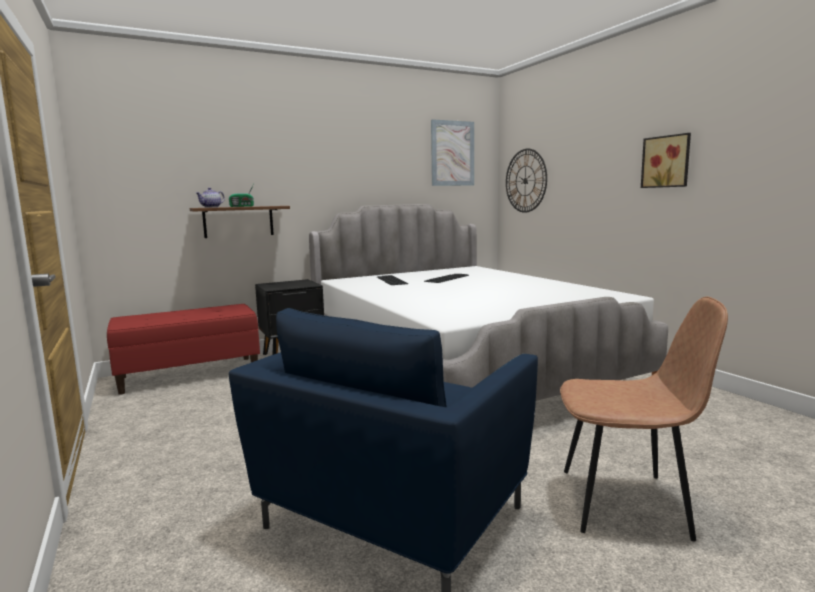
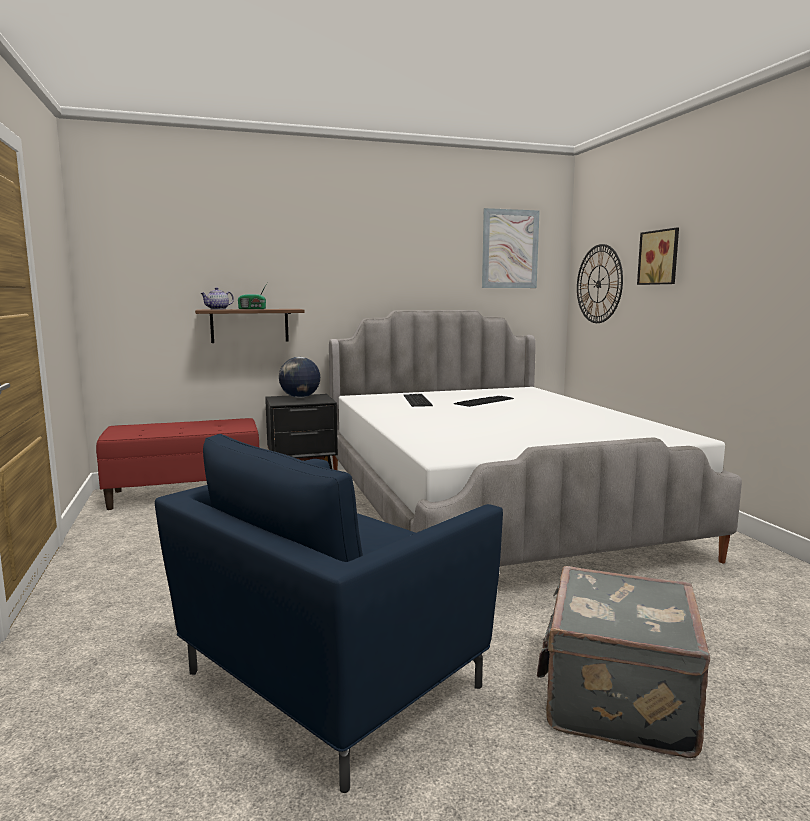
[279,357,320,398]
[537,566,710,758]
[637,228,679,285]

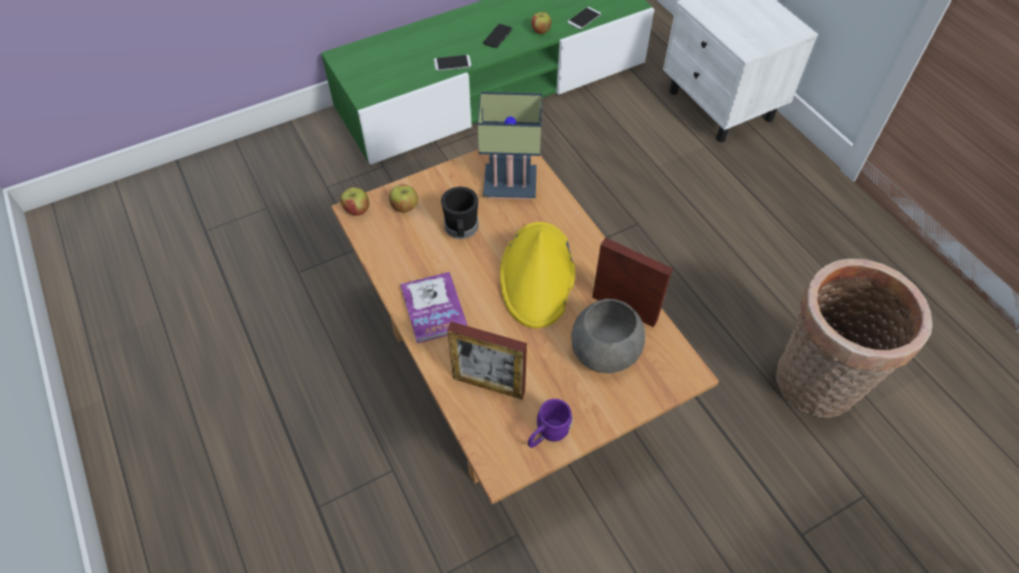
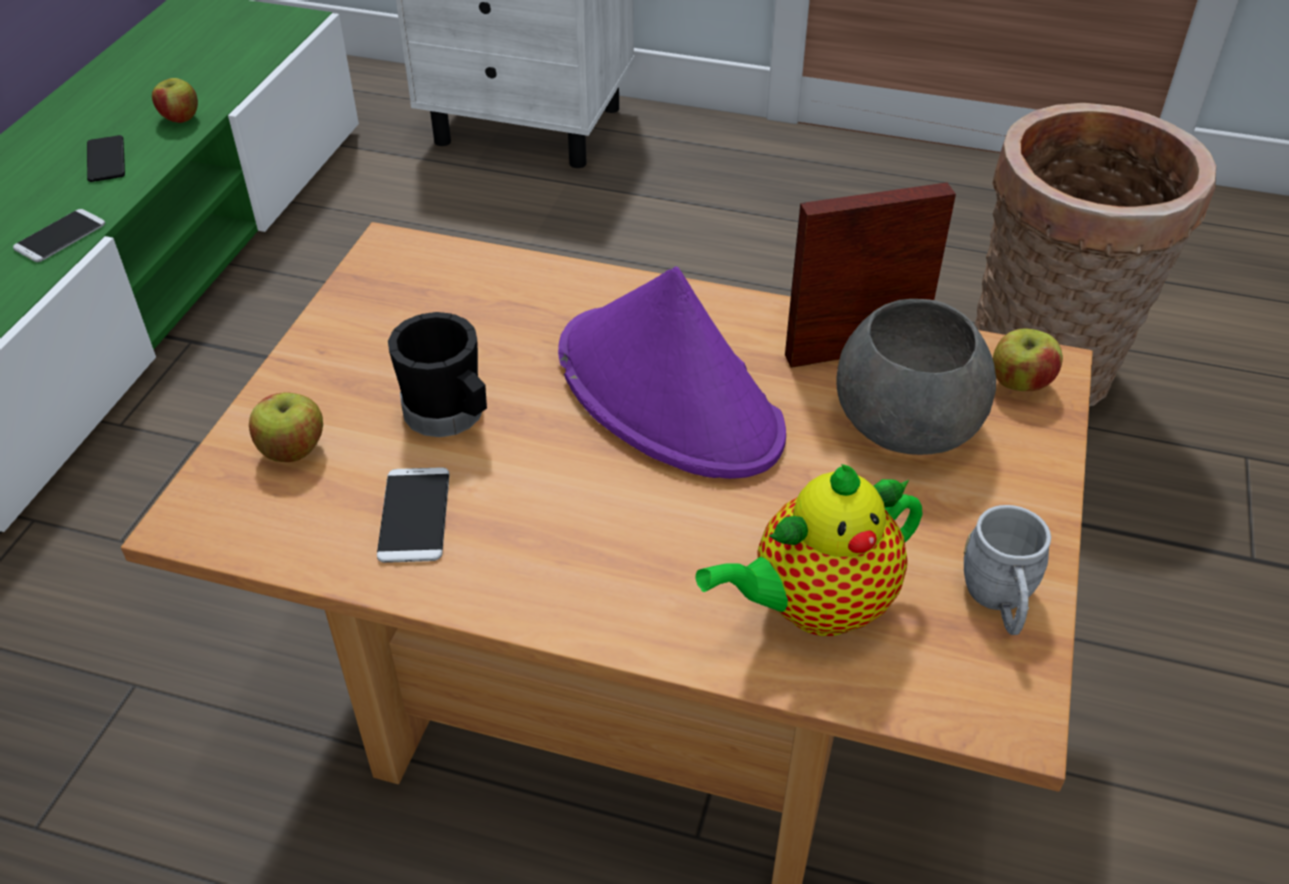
[377,467,449,563]
[558,266,786,479]
[696,464,922,636]
[964,505,1051,635]
[993,329,1063,391]
[400,272,468,344] (first image)
[477,92,542,200] (first image)

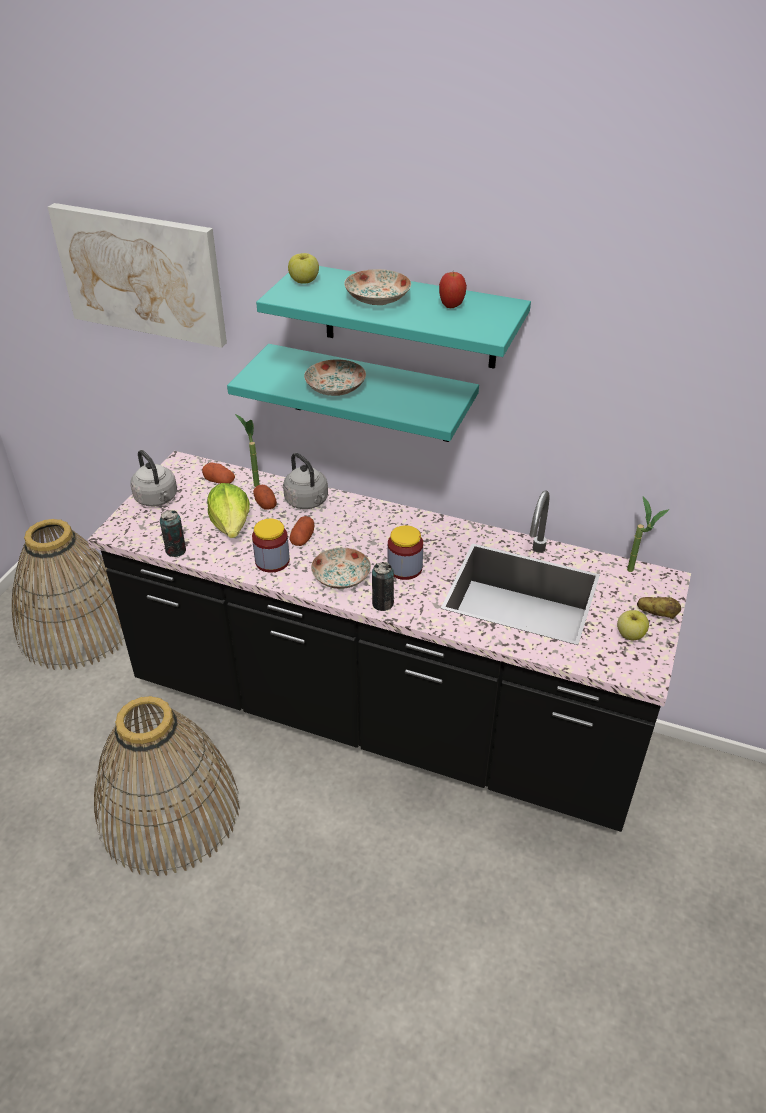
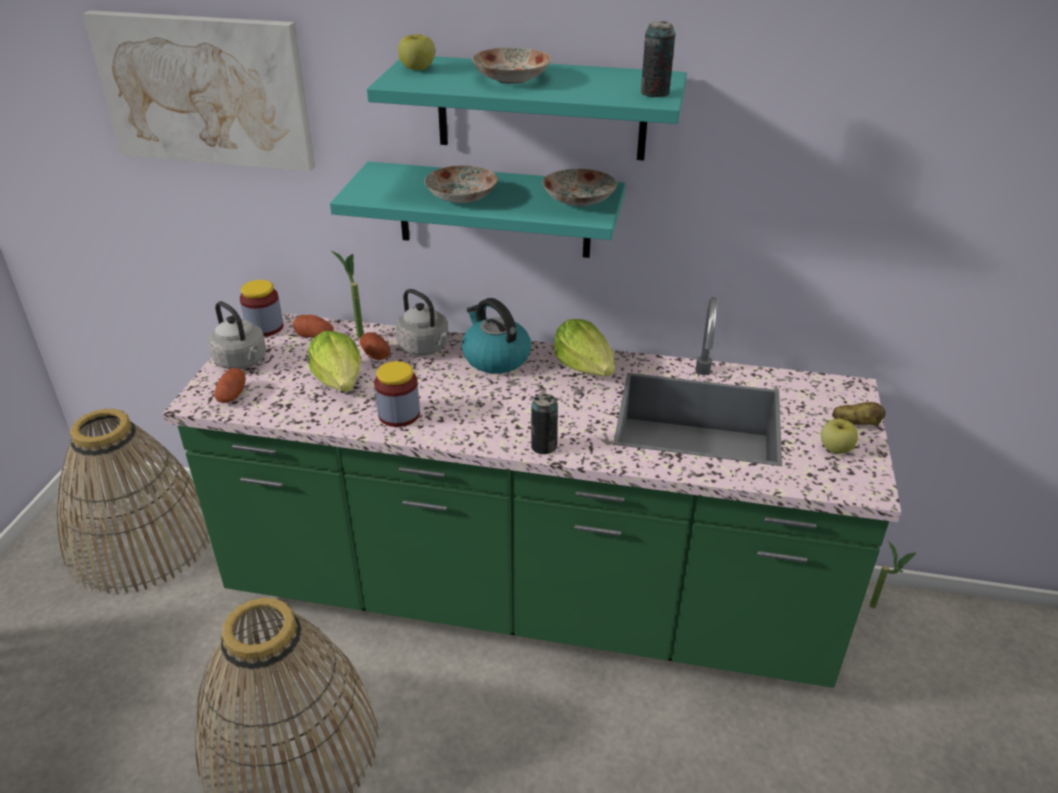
[162,297,901,688]
[214,368,246,403]
[240,280,284,337]
[462,298,531,374]
[543,169,617,207]
[554,319,615,376]
[641,21,675,97]
[870,541,917,608]
[439,272,467,308] (first image)

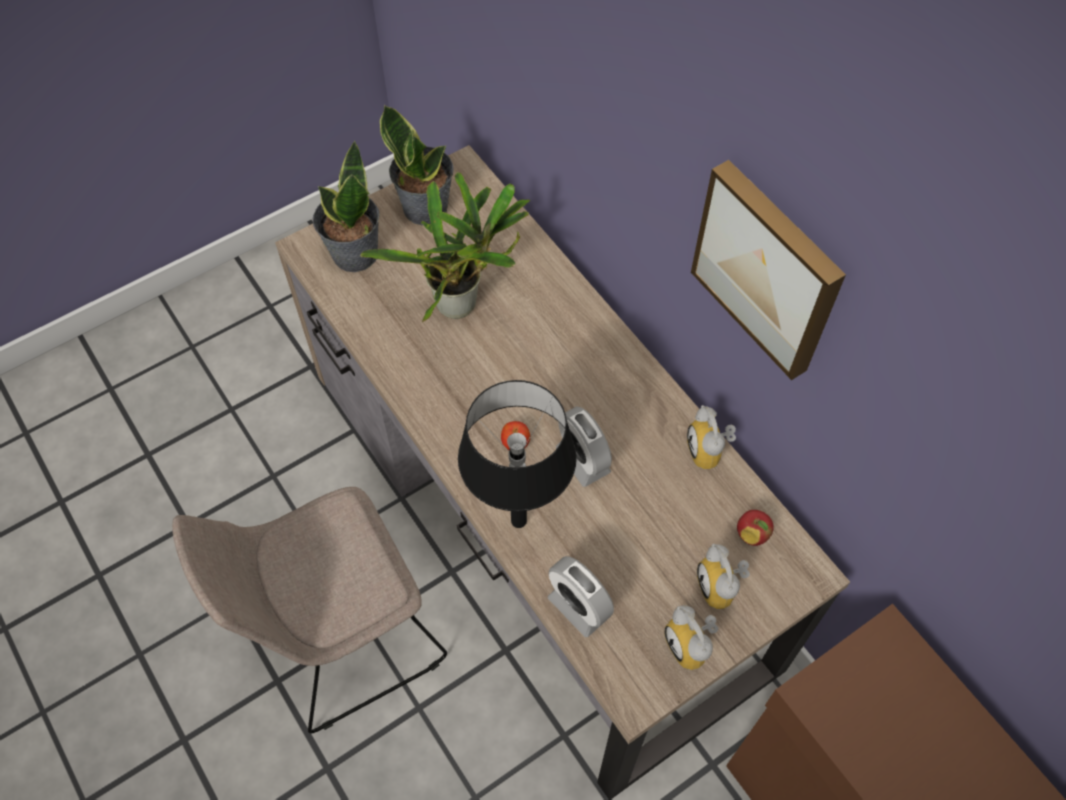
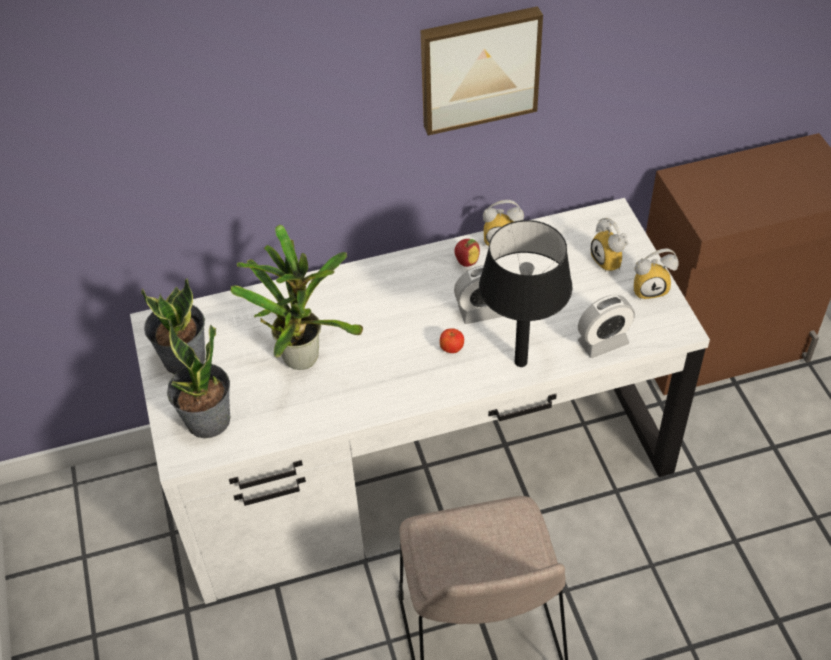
[130,198,710,604]
[454,239,480,267]
[591,218,629,272]

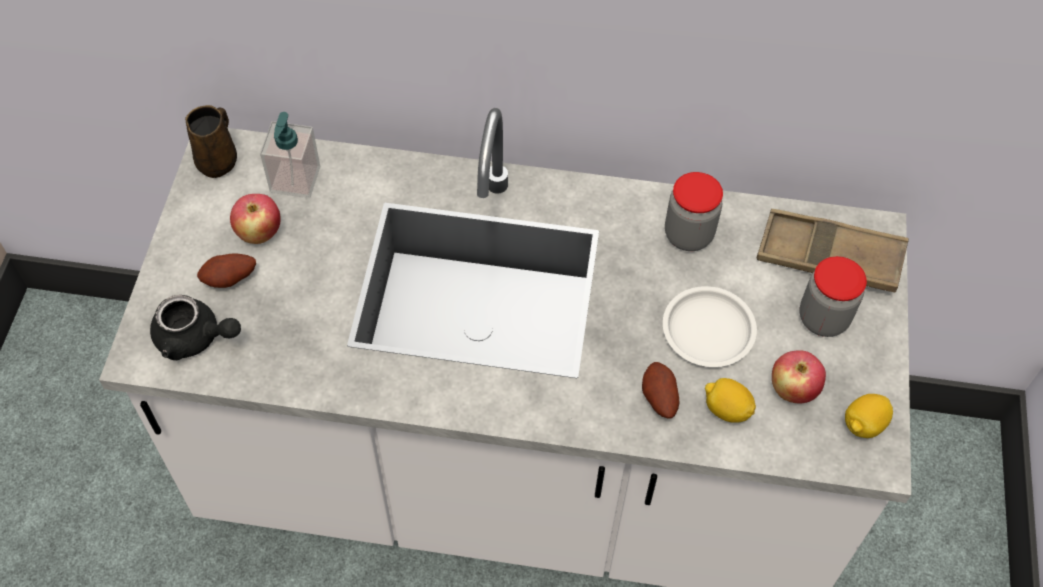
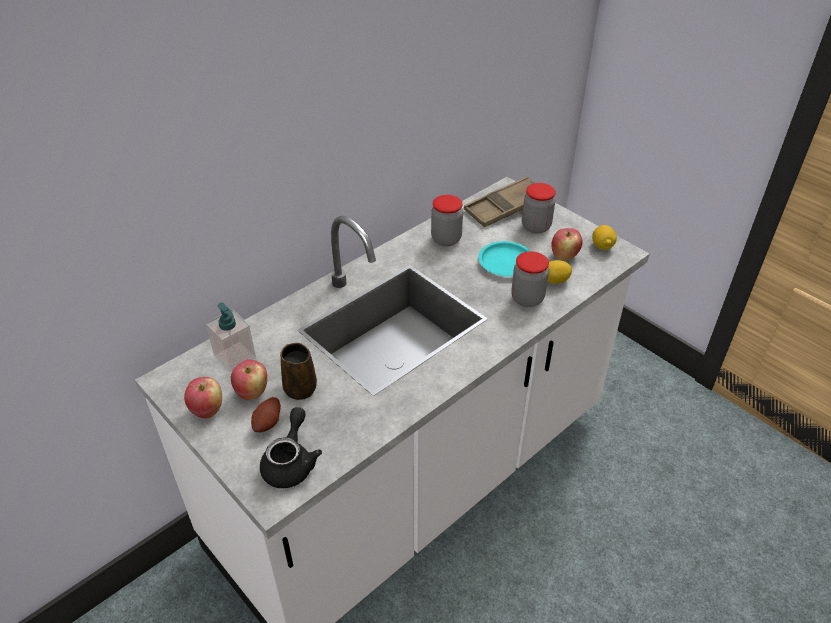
[184,377,222,418]
[260,407,322,488]
[280,343,317,400]
[478,241,530,276]
[511,251,549,307]

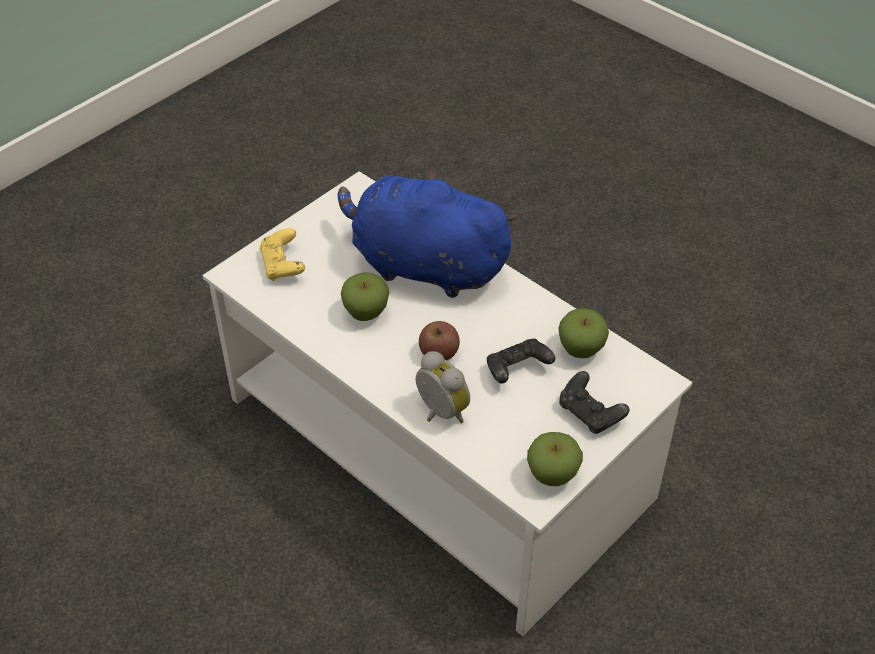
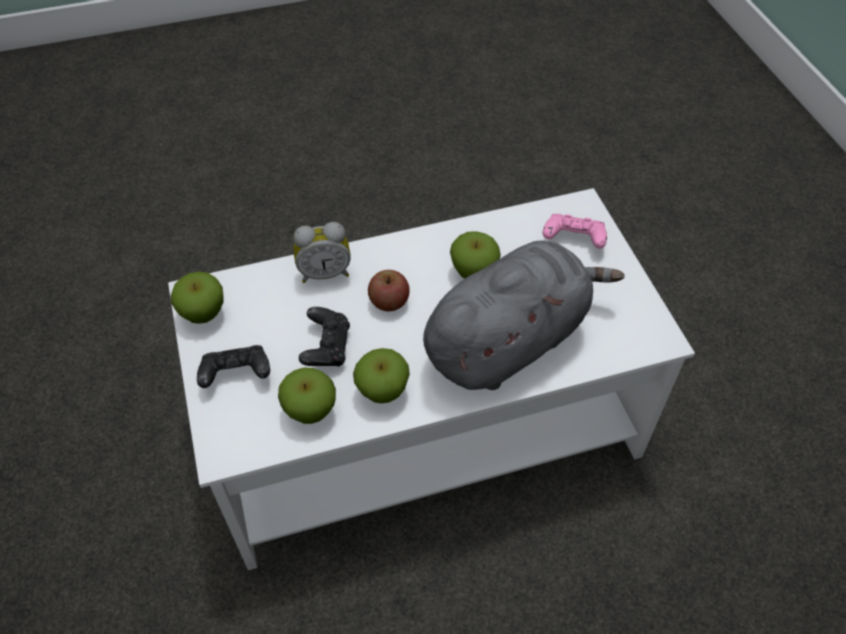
[353,348,410,403]
[423,240,625,390]
[543,214,607,248]

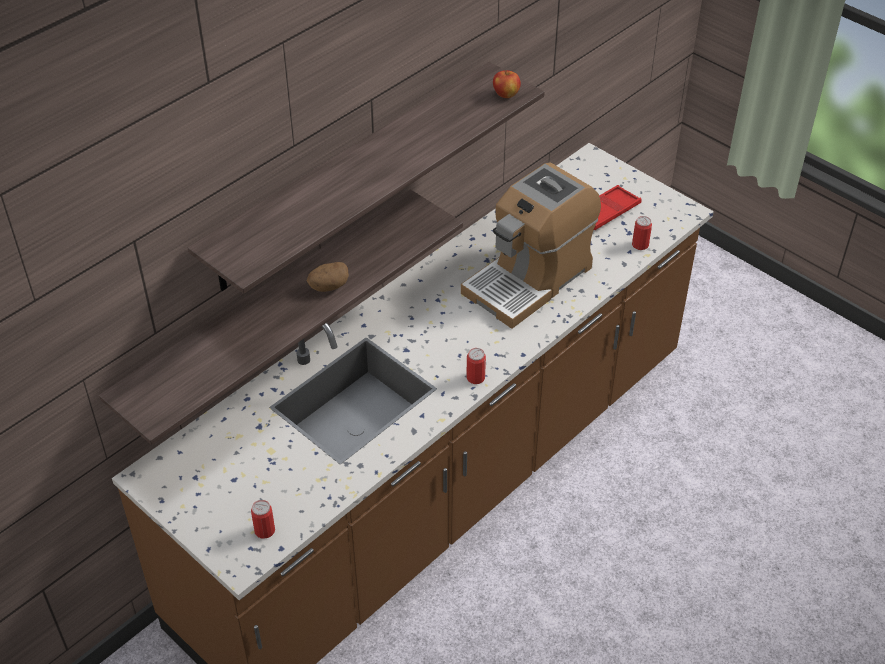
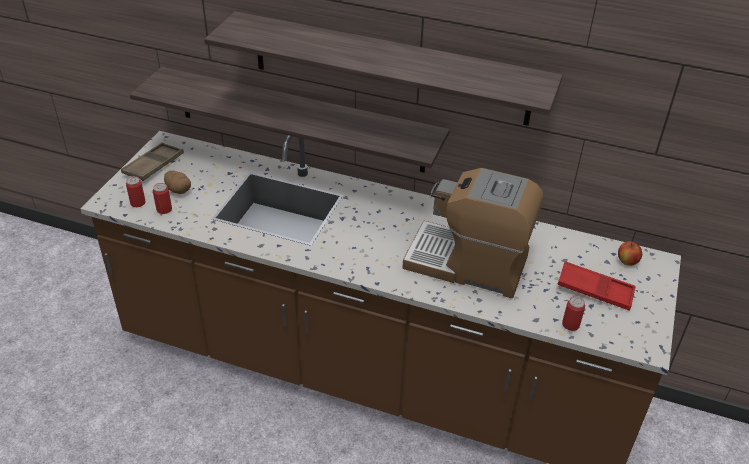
[121,142,184,181]
[153,183,172,214]
[164,171,191,194]
[618,241,642,266]

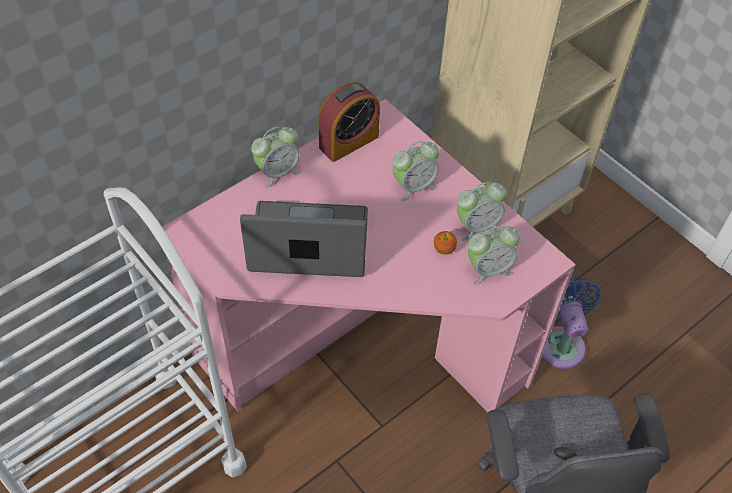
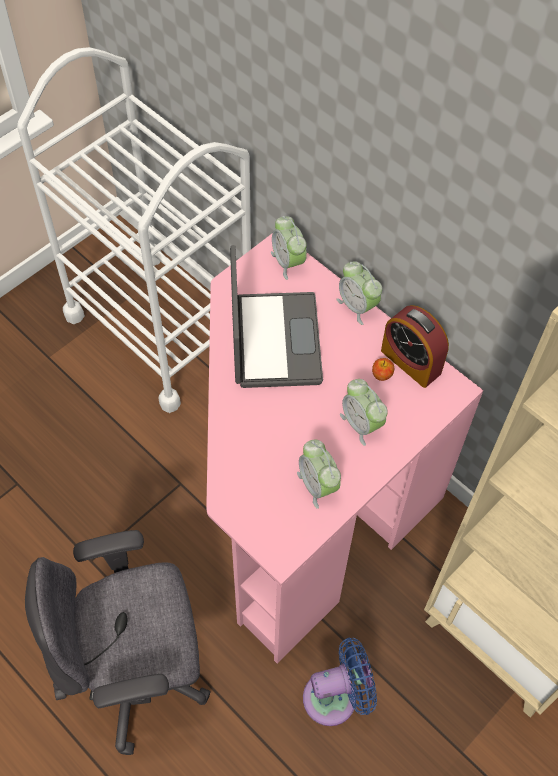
[271,216,307,280]
[372,358,394,381]

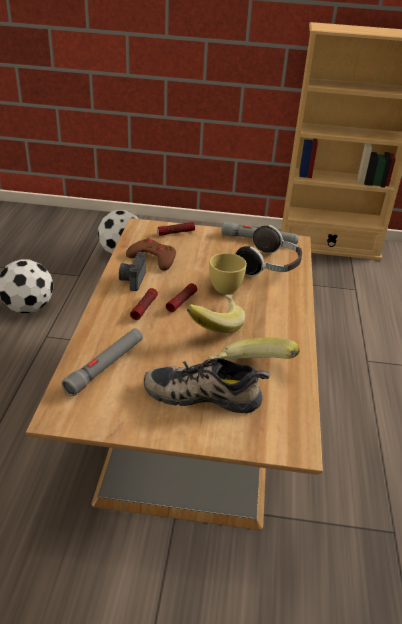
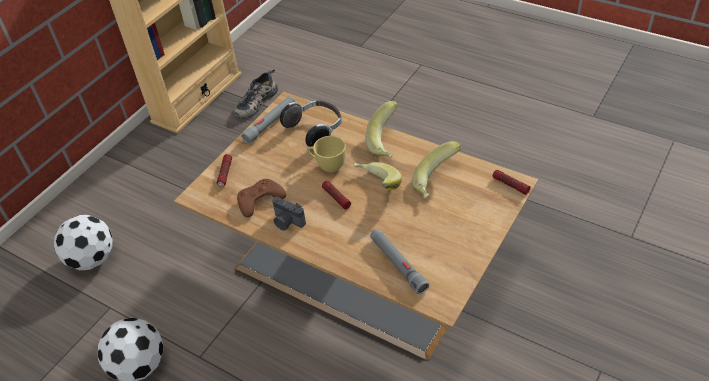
[234,69,278,119]
[366,101,398,159]
[493,170,530,195]

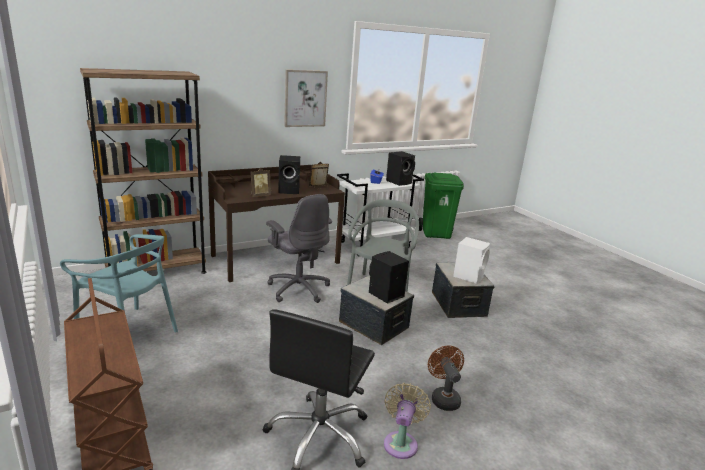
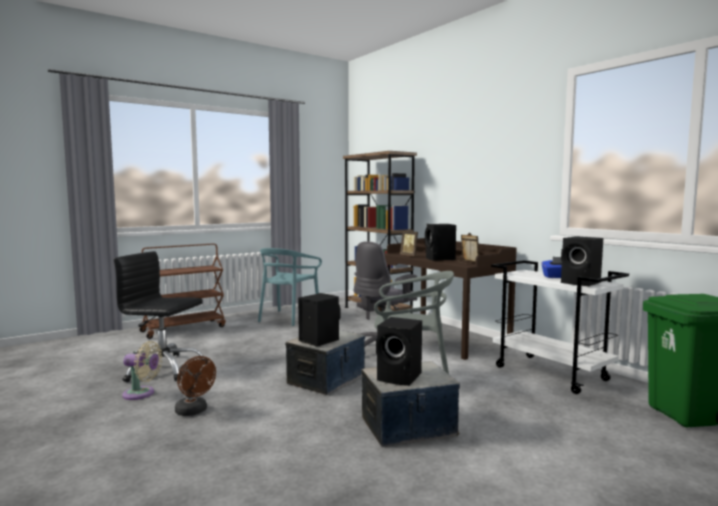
[175,356,216,416]
[376,317,422,386]
[284,70,328,127] (first image)

